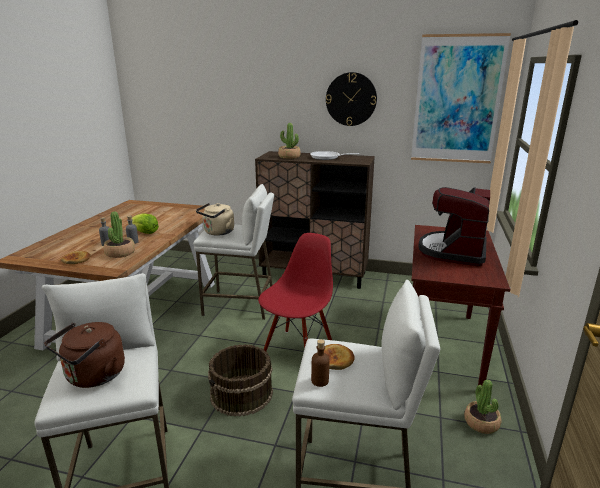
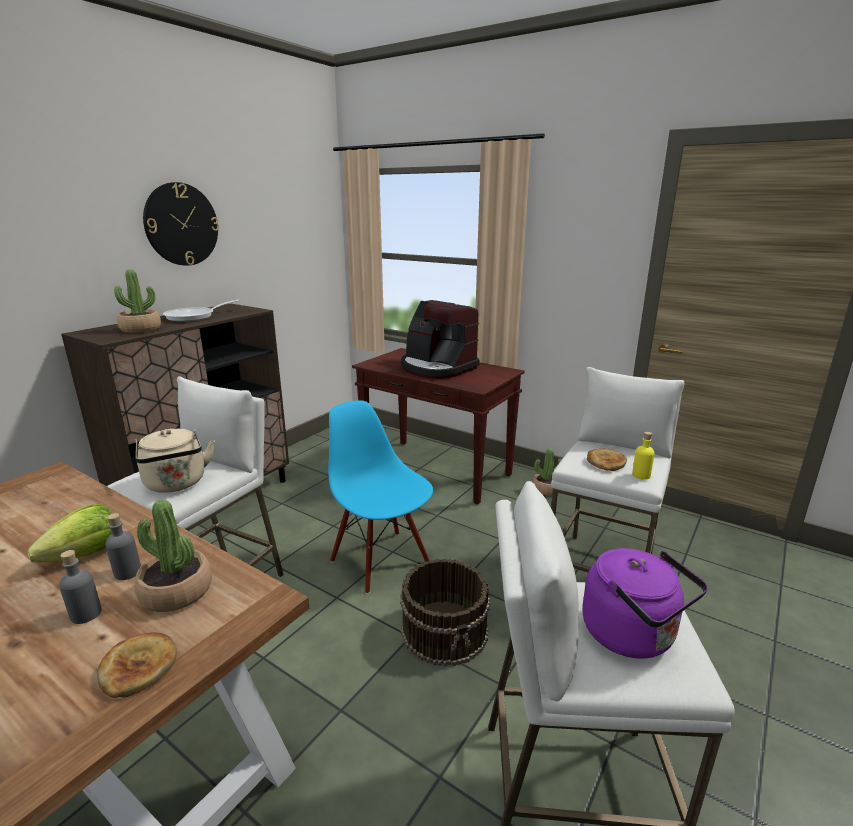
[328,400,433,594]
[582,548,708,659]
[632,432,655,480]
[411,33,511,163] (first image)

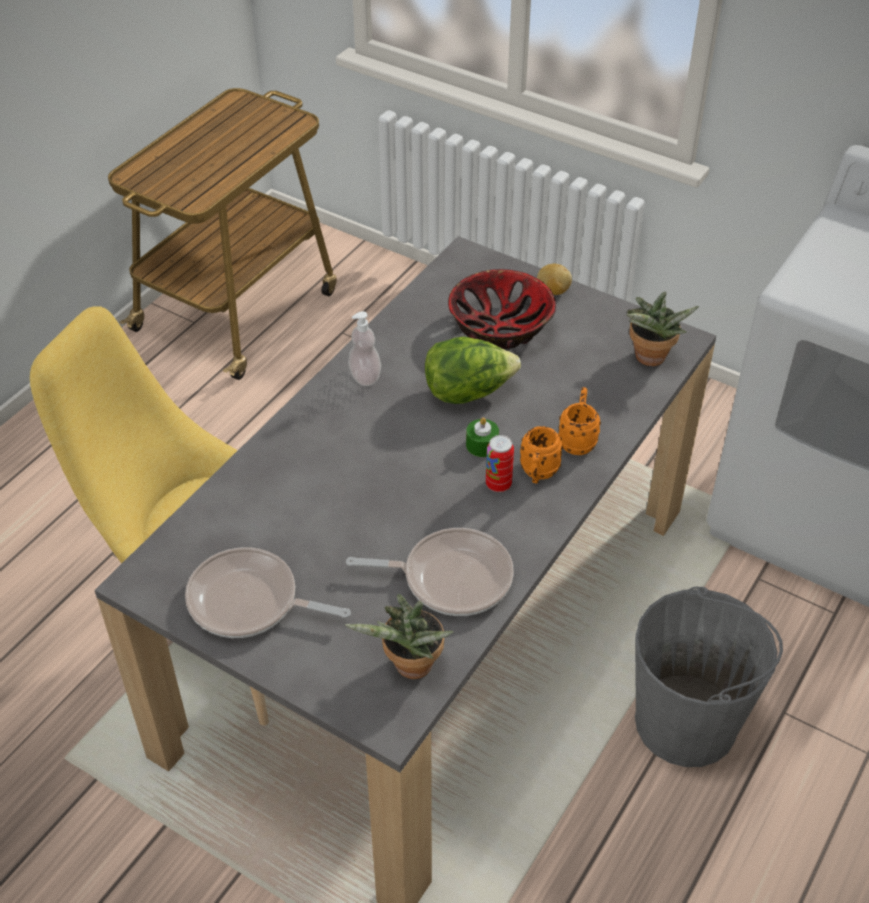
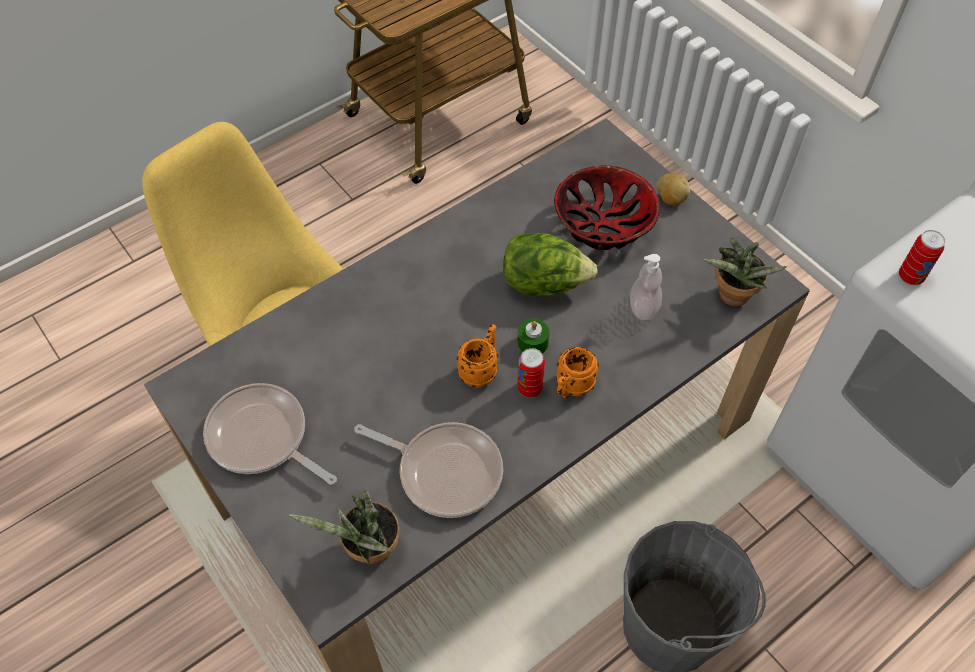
[457,324,498,387]
[630,254,662,320]
[899,230,945,285]

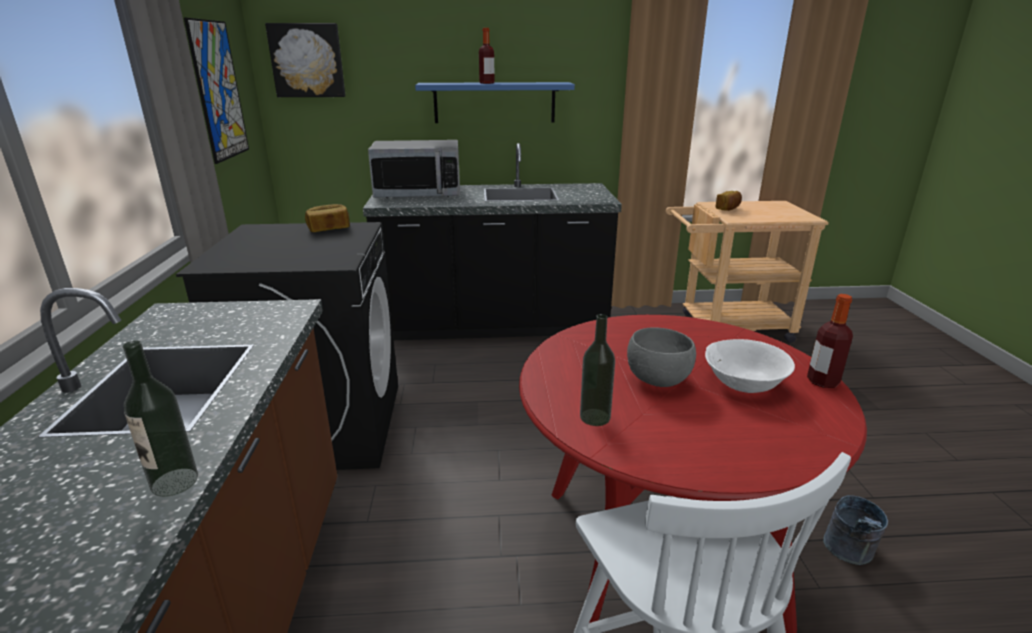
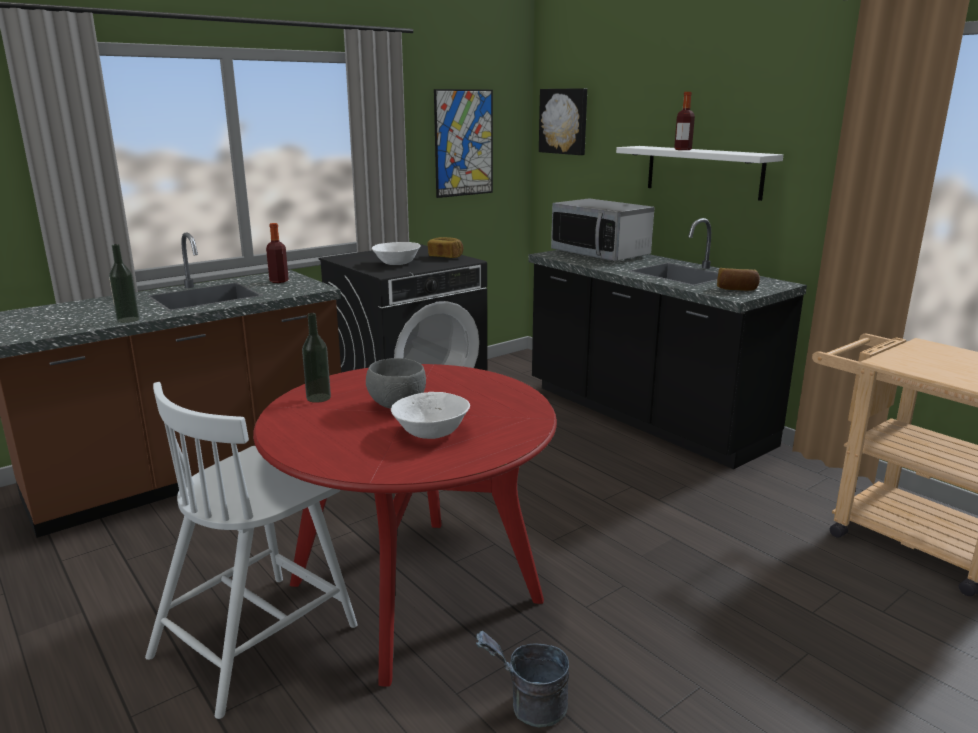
[266,223,289,283]
[372,242,421,265]
[616,146,783,201]
[717,268,760,291]

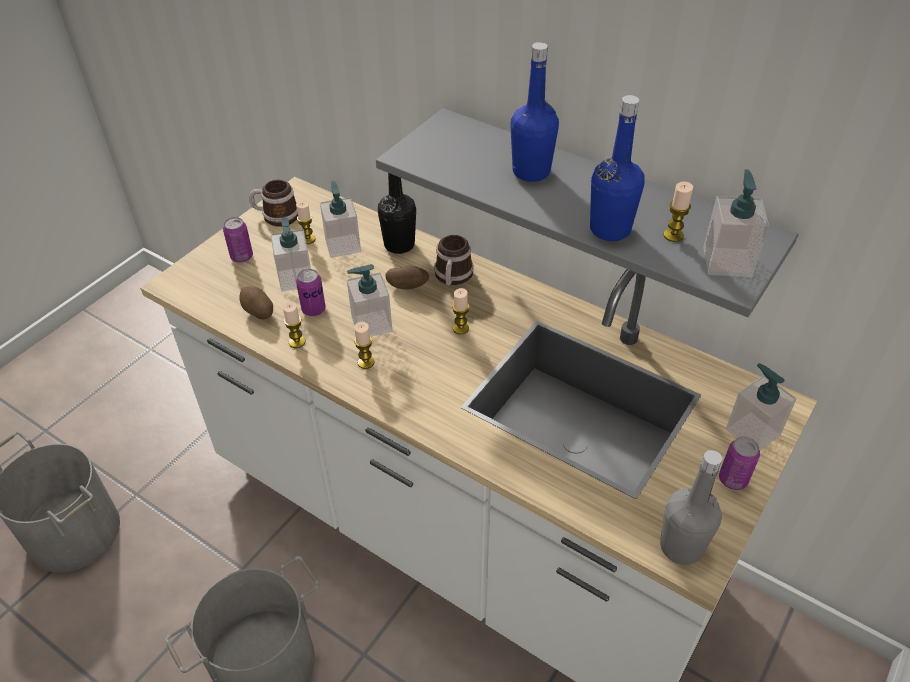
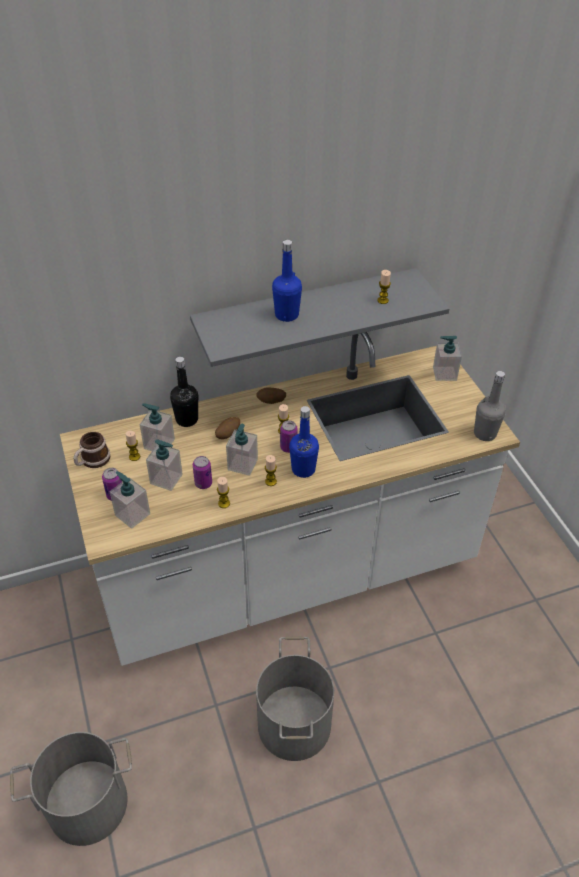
[110,471,150,529]
[256,387,286,404]
[280,420,298,453]
[289,406,319,478]
[434,235,474,286] (first image)

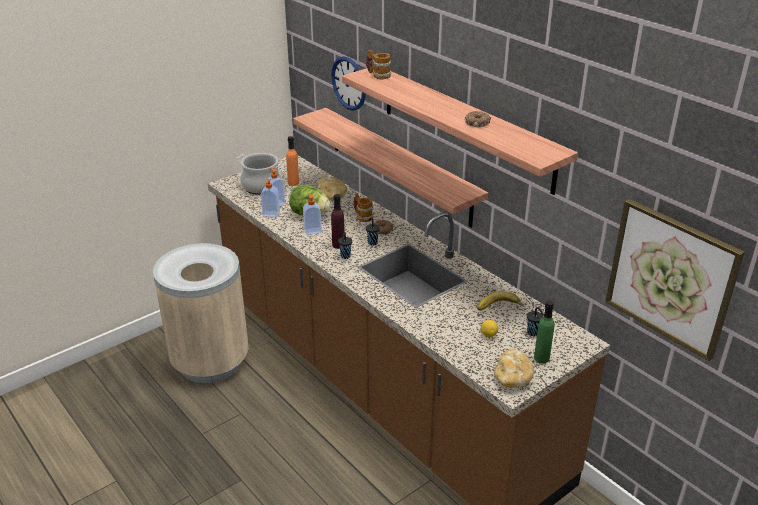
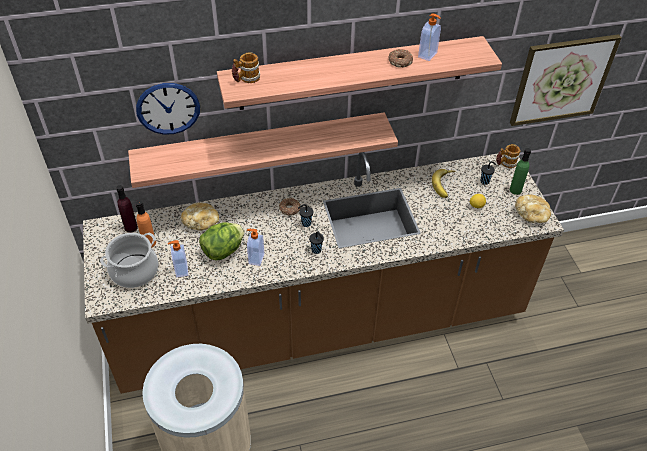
[116,185,138,233]
[418,13,441,61]
[496,144,520,168]

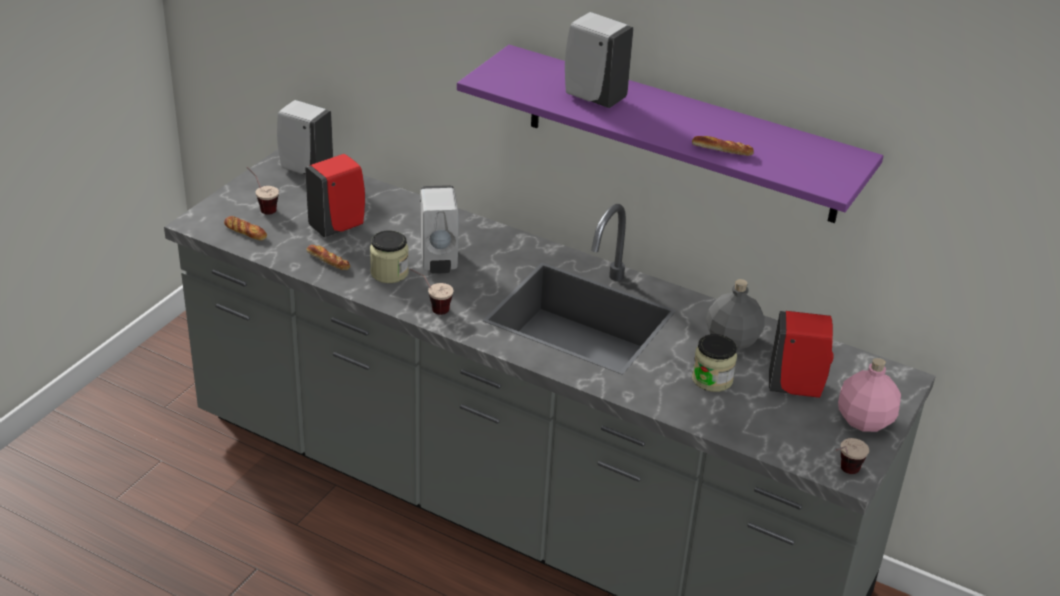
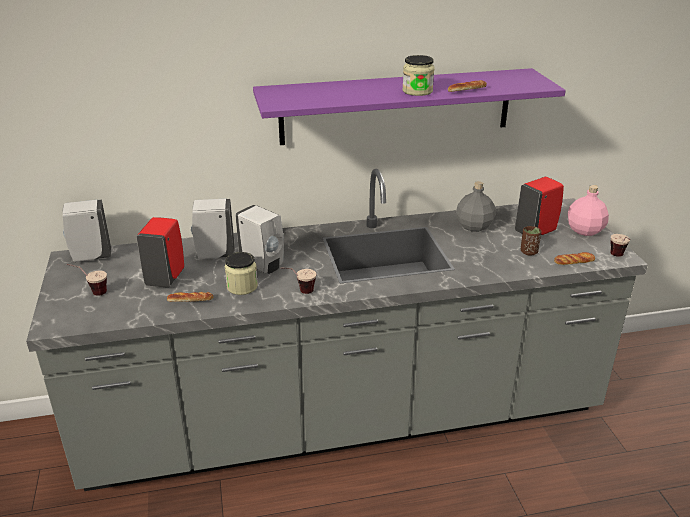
[191,199,235,259]
[402,55,435,96]
[521,226,541,256]
[554,252,595,265]

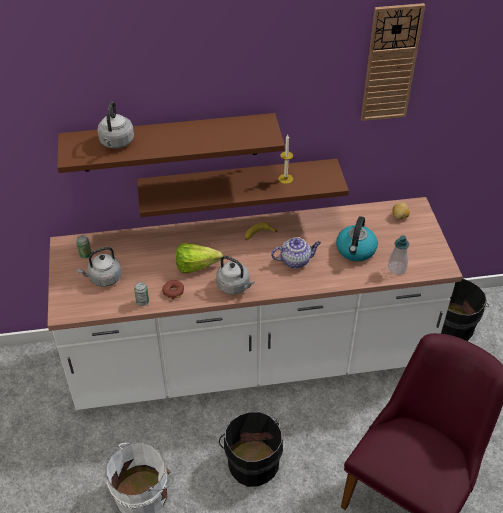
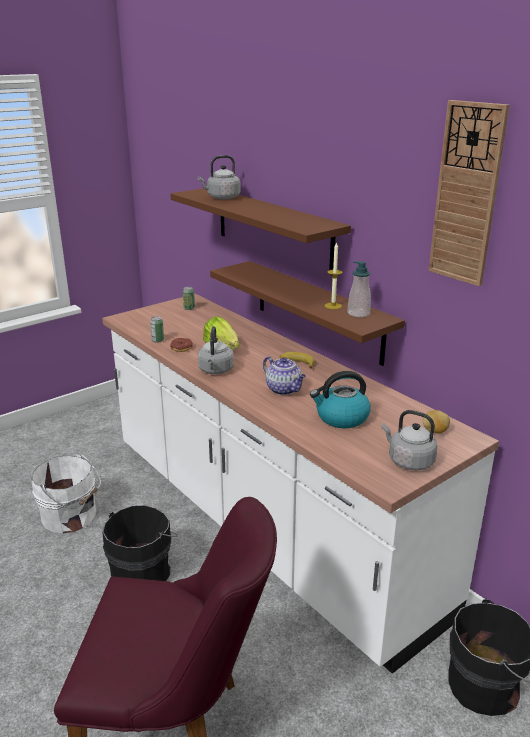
[348,261,371,317]
[382,410,438,471]

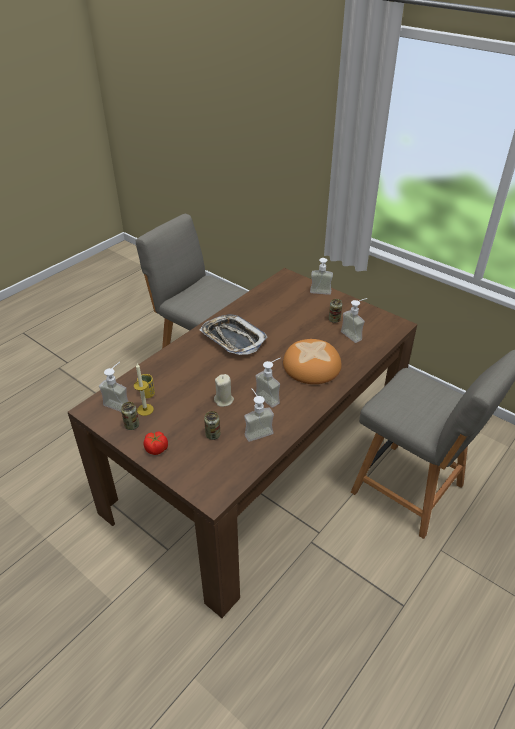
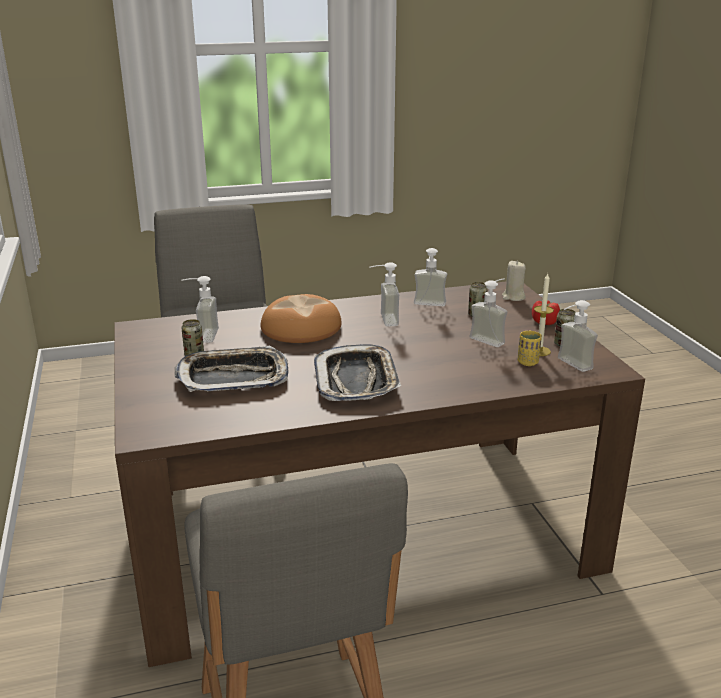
[174,345,289,392]
[470,278,508,347]
[502,261,526,301]

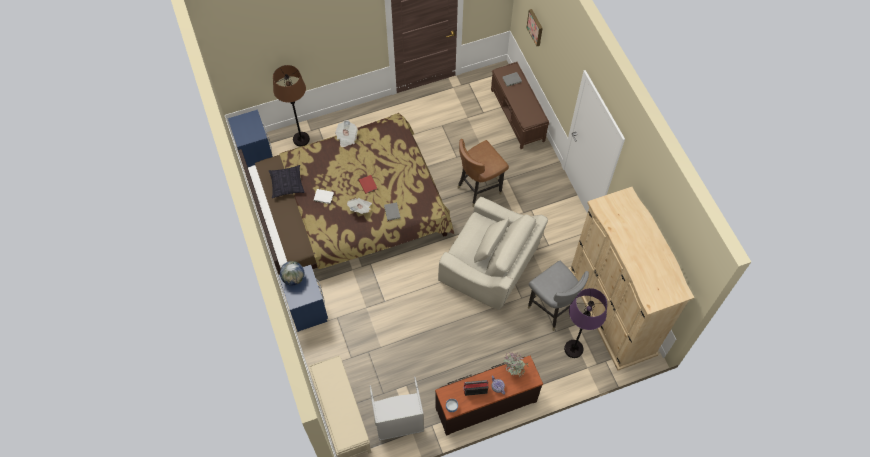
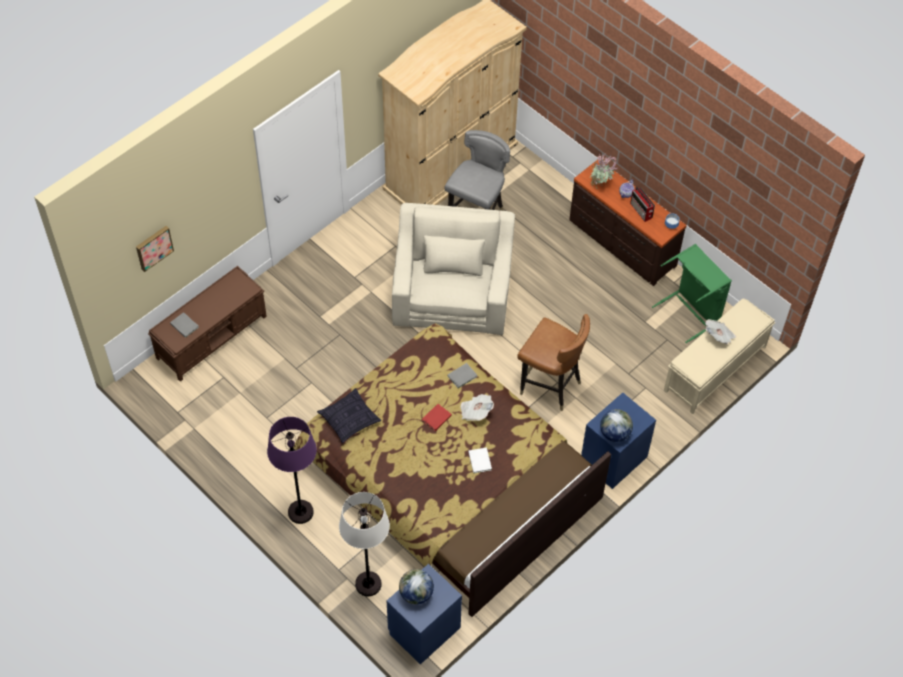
[267,417,317,524]
[317,388,381,443]
[339,492,390,596]
[399,569,434,604]
[517,314,590,411]
[652,244,732,343]
[705,319,736,344]

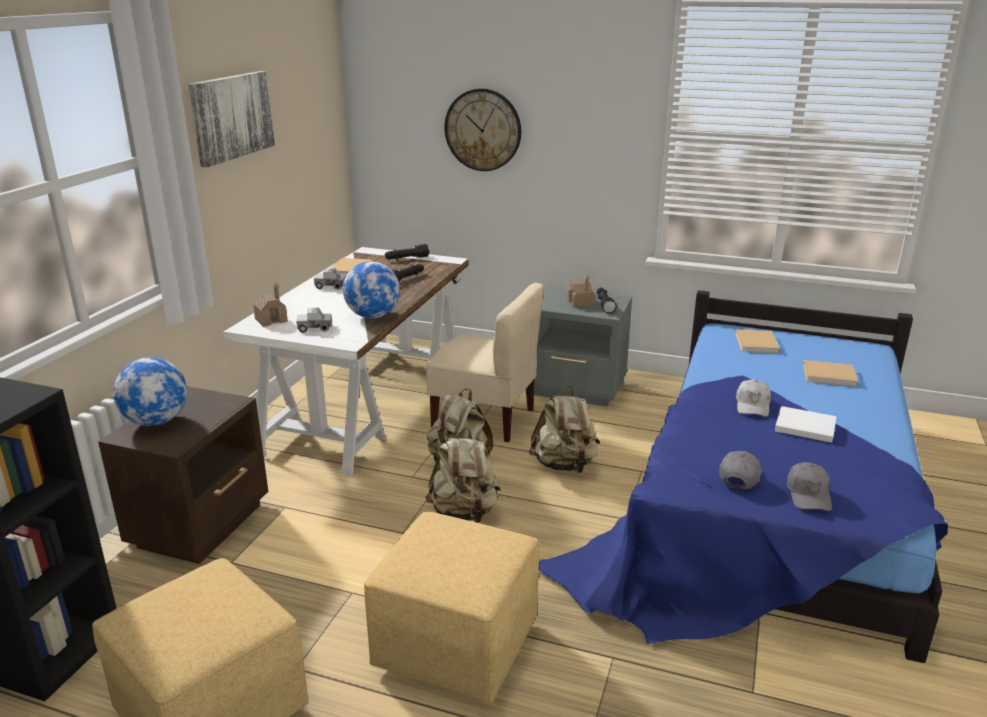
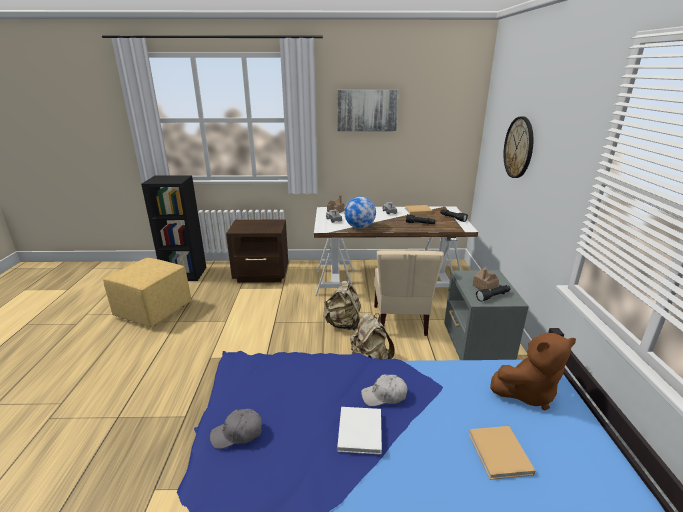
[490,333,576,410]
[113,357,187,426] (first image)
[364,512,540,704] (first image)
[425,427,501,523] (first image)
[719,451,762,489] (first image)

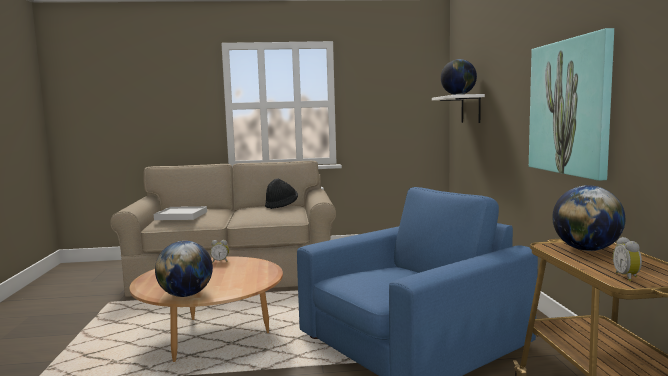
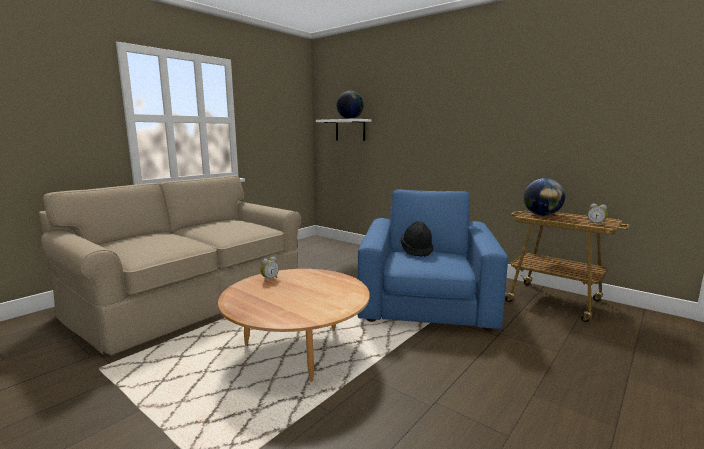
[401,221,434,257]
[154,206,207,220] (first image)
[155,241,213,297] (first image)
[529,28,614,181] (first image)

